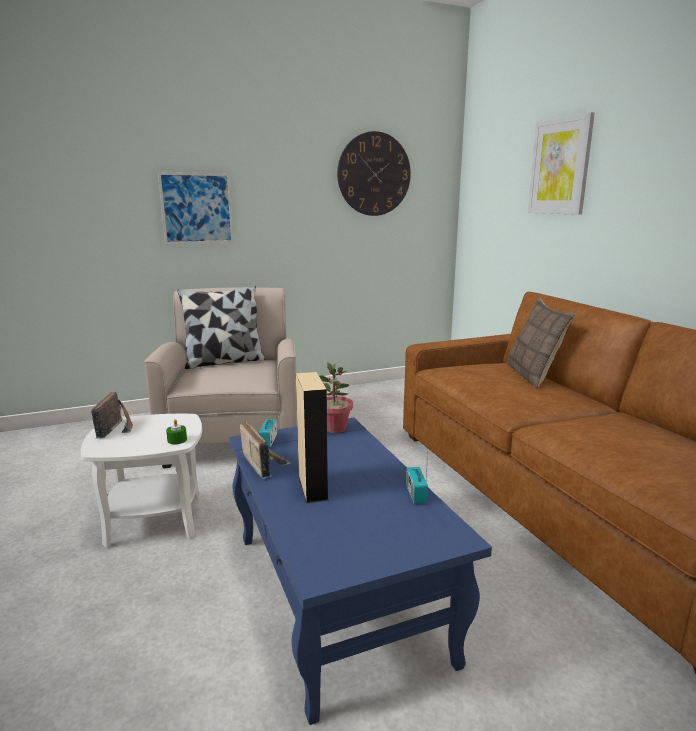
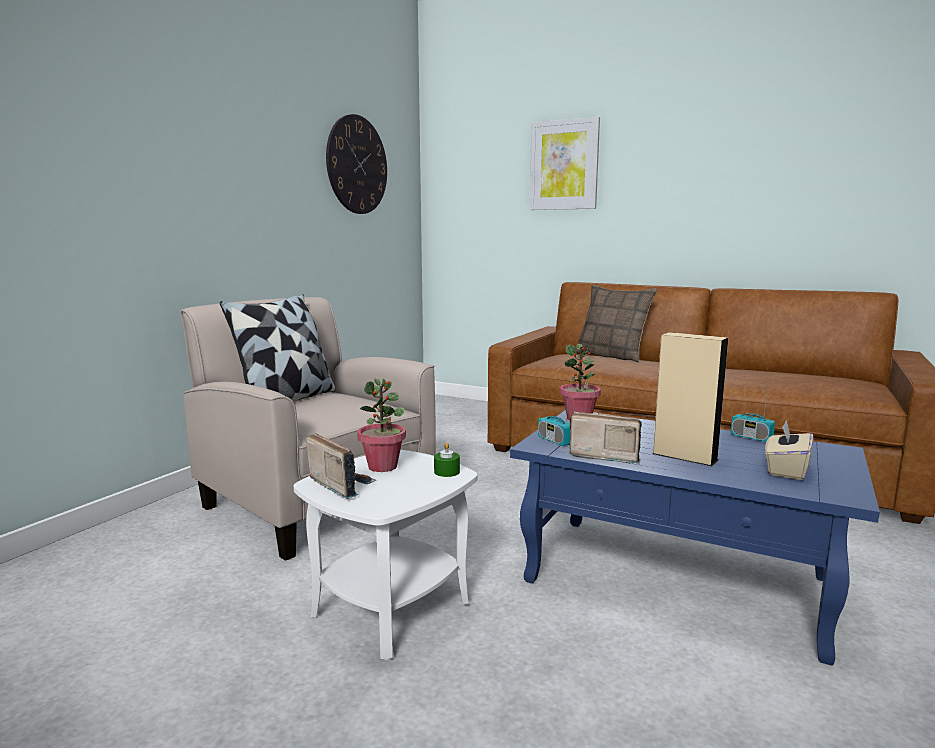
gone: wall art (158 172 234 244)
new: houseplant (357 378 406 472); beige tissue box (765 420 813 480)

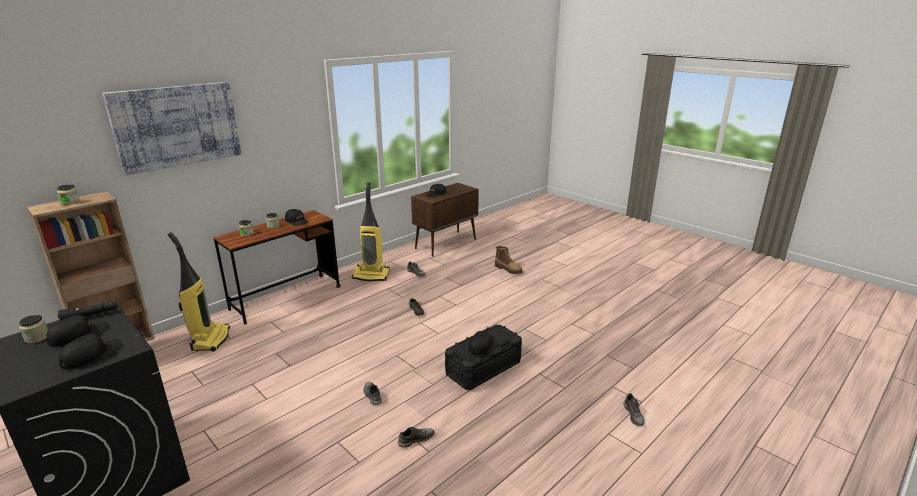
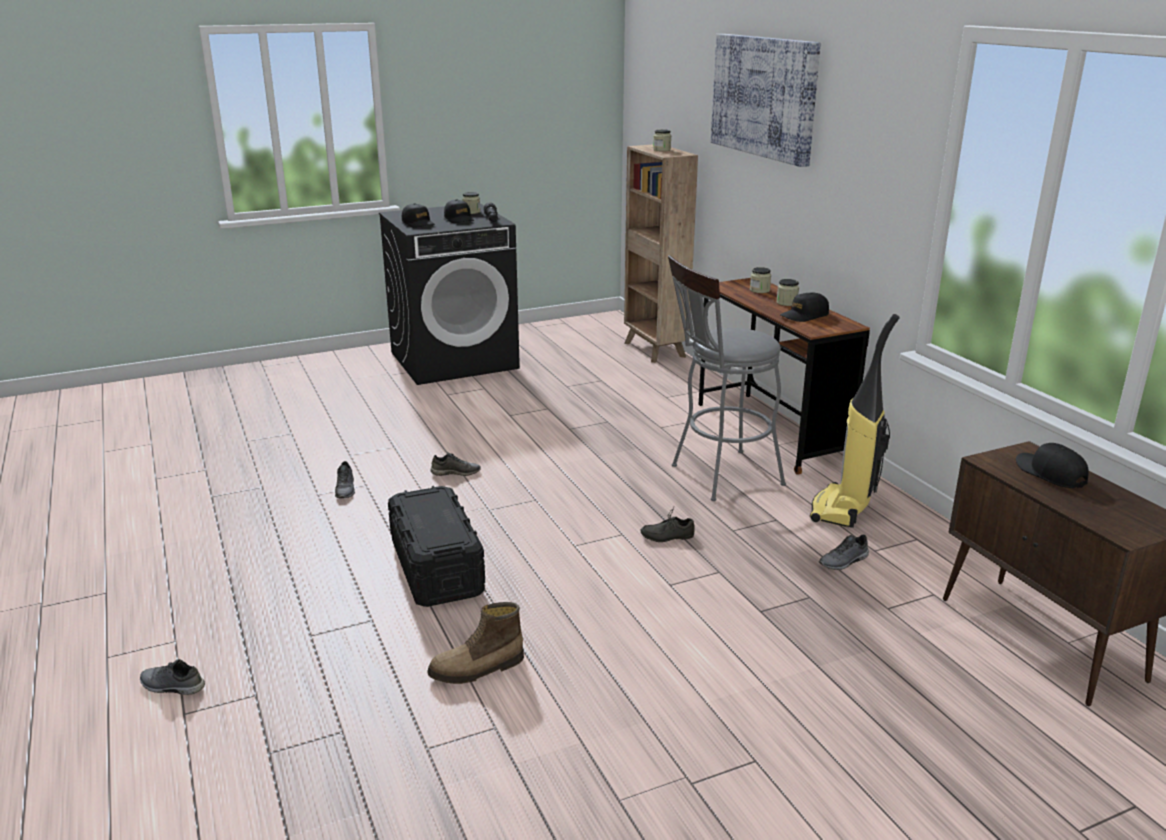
gone: vacuum (168 232 230 352); black-coloured peaked cap (468 331 494 355)
new: gray stool (668 255 786 501)
shifted: high-top boot (495 246 523 274) to (427 602 524 684)

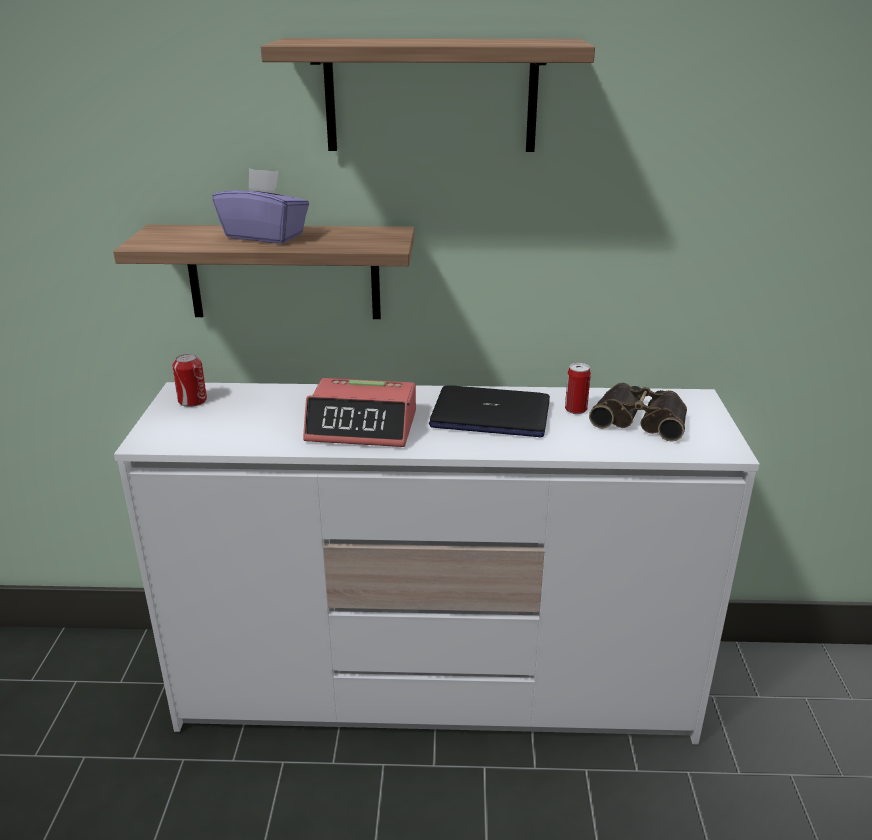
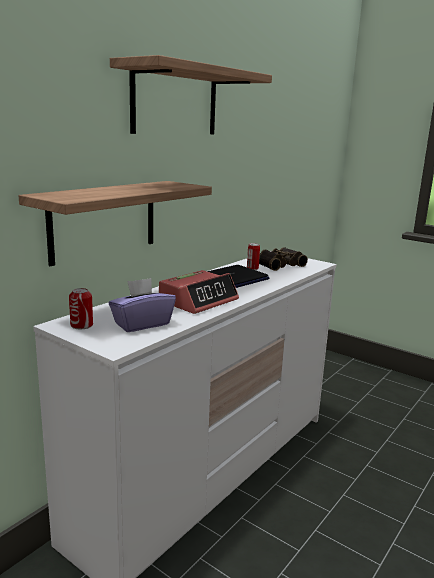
shifted: purple tissue box (212 168 309 244) to (109 278 176 332)

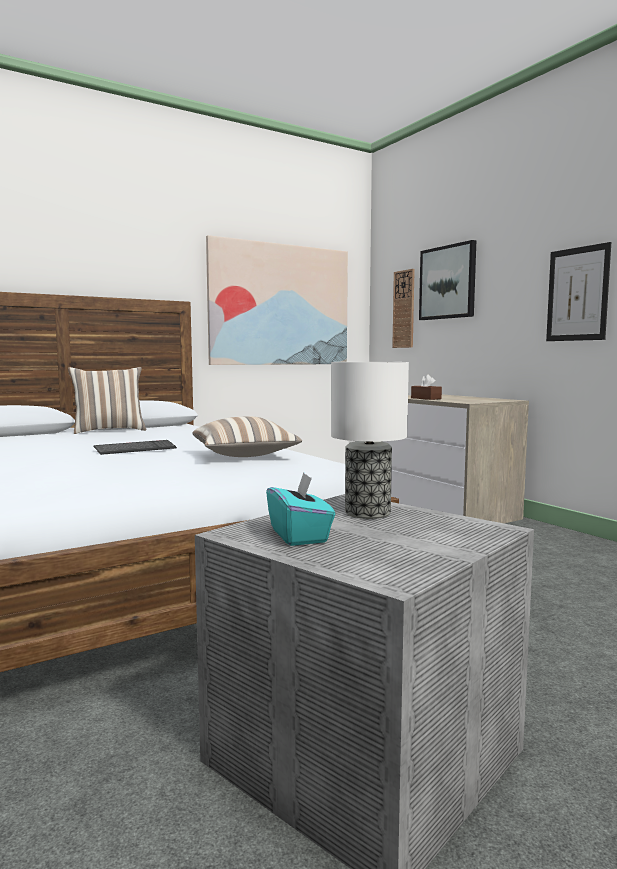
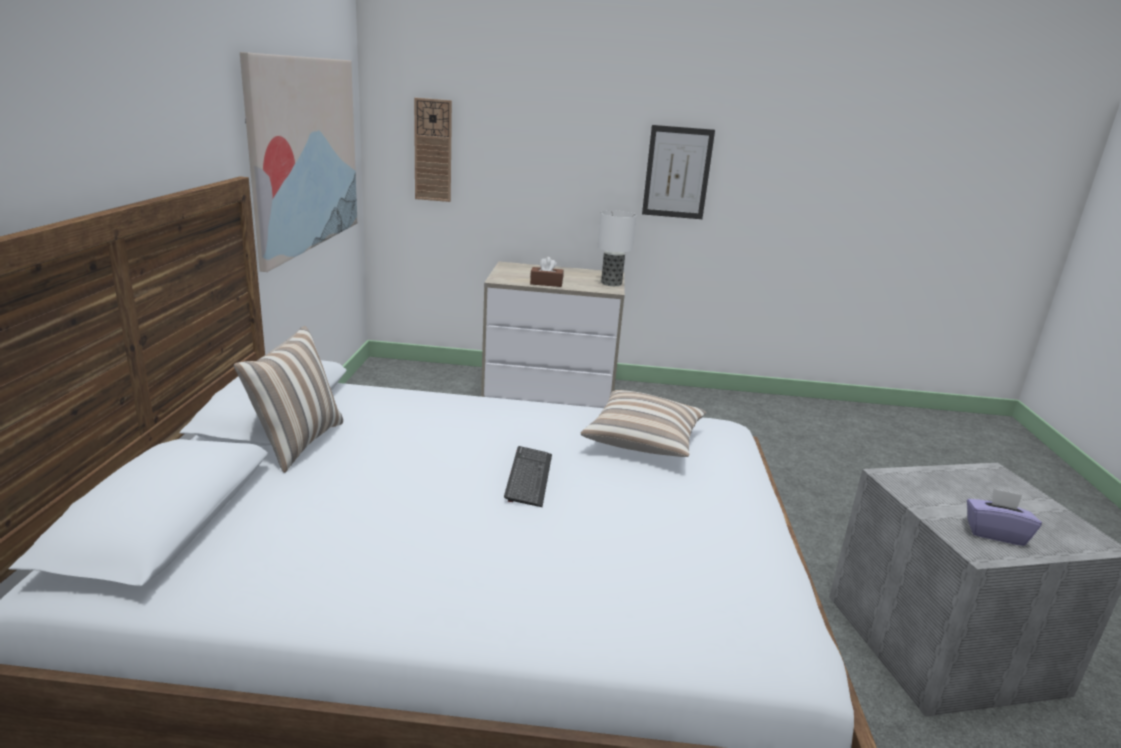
gone: wall art (419 240 476 320)
shifted: table lamp (331 362 409 519) to (598 210 636 286)
repainted: turquoise-coloured tissue box (266 473 336 546) to purple tissue box (967 488 1042 546)

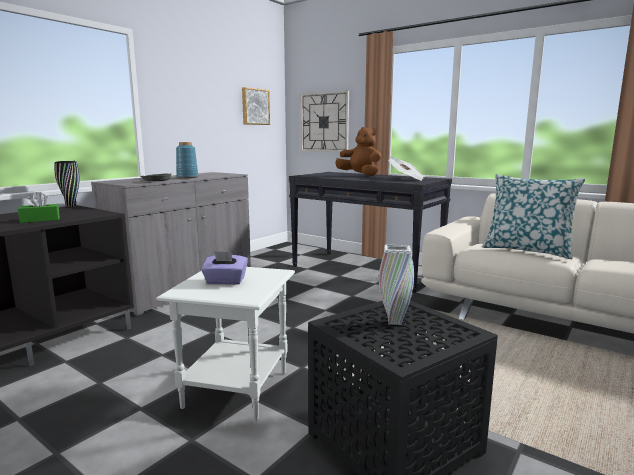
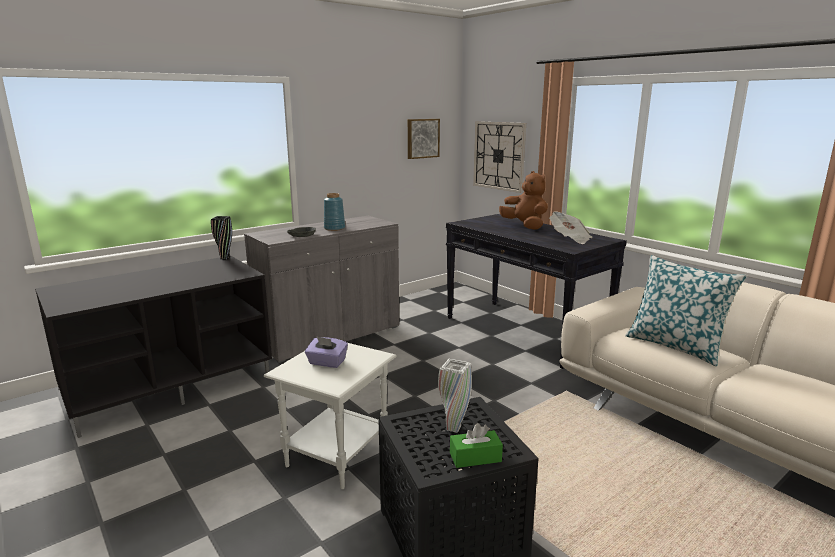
shifted: green-coloured tissue box (18 192 60 223) to (450 423 503 468)

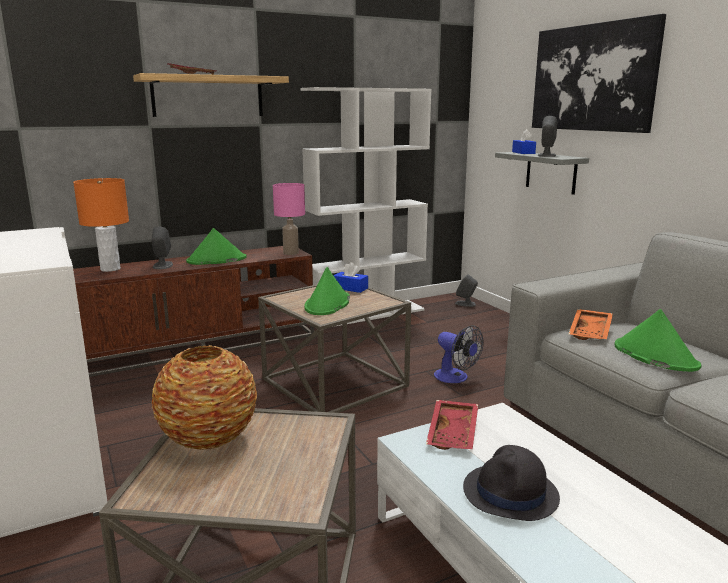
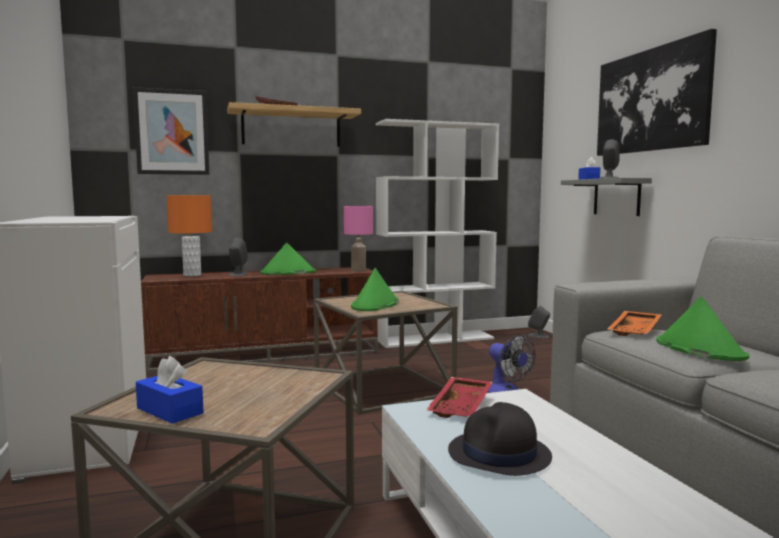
gone: vase (151 345 257 450)
new: wall art (133 87 209 175)
shifted: blue tissue box (333 262 368 293) to (136 356 204 424)

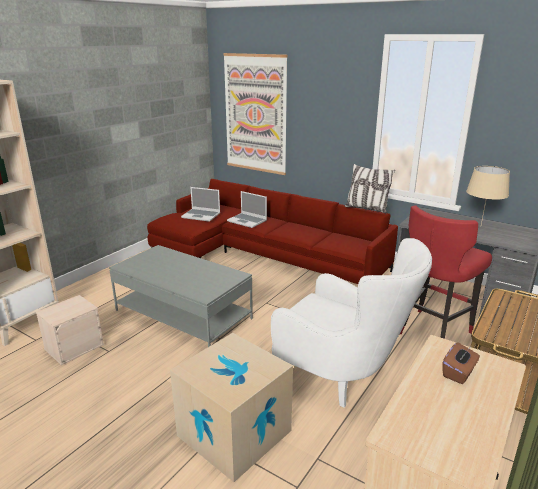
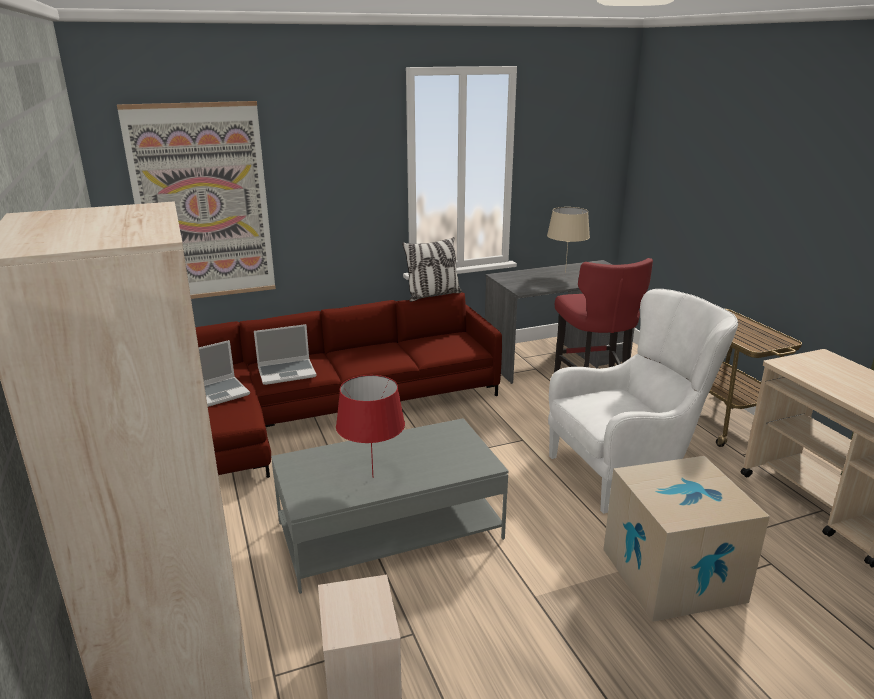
gone: brown-coloured tissue box (442 342 480 384)
new: reddish table lamp (336 375 405 477)

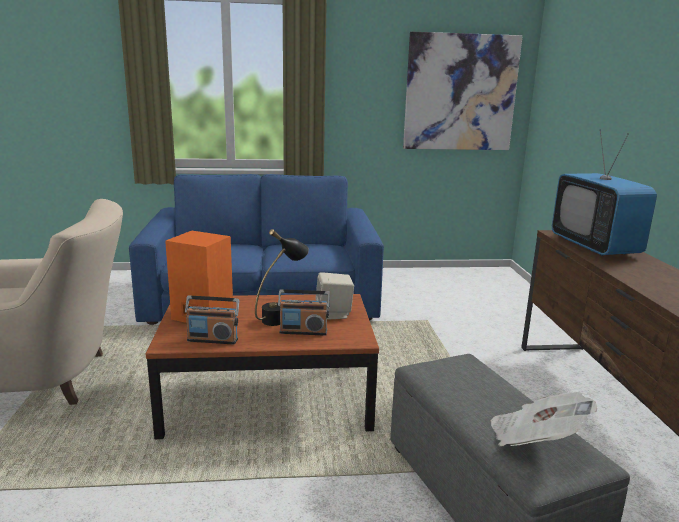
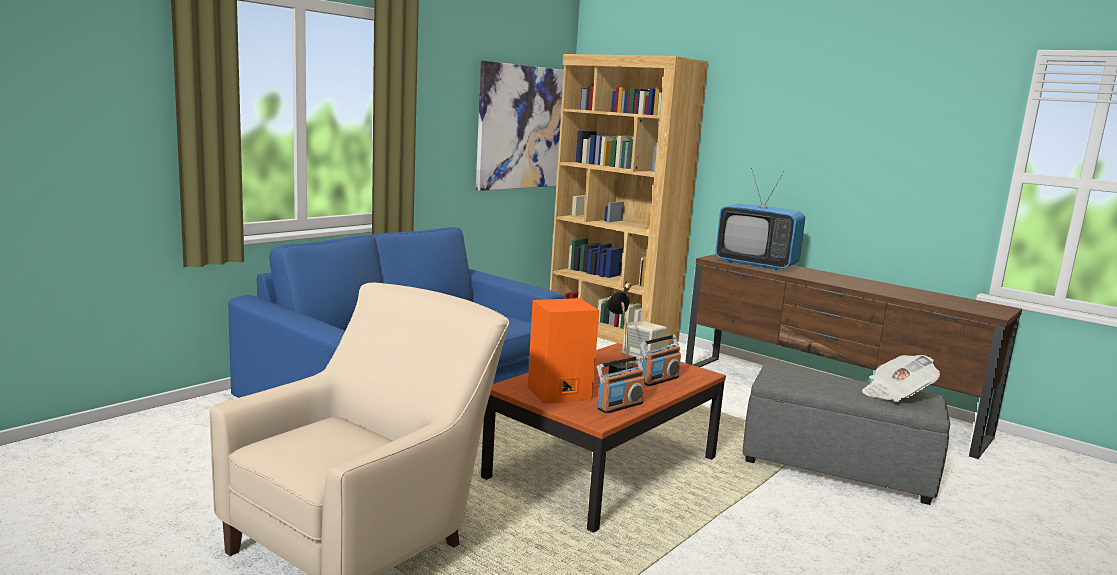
new: brown-coloured shelving unit (550 54 708 347)

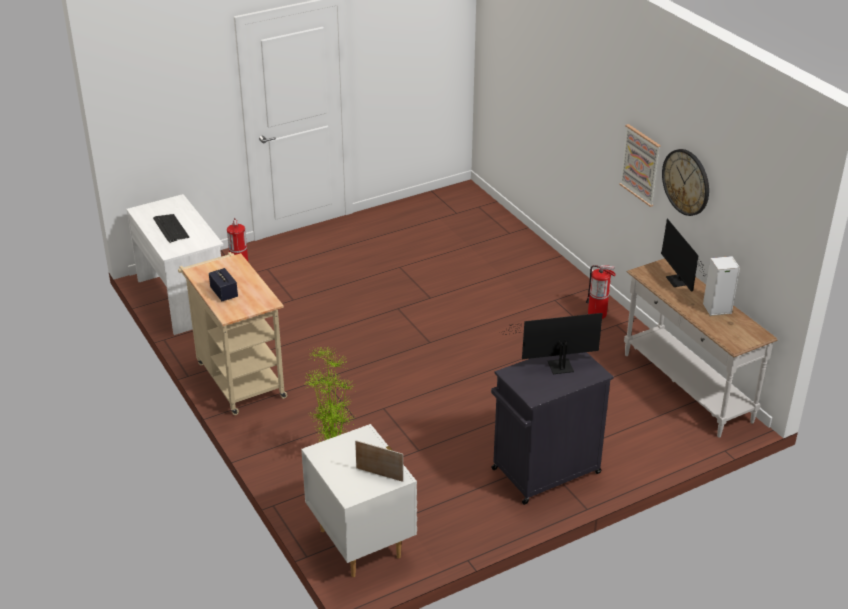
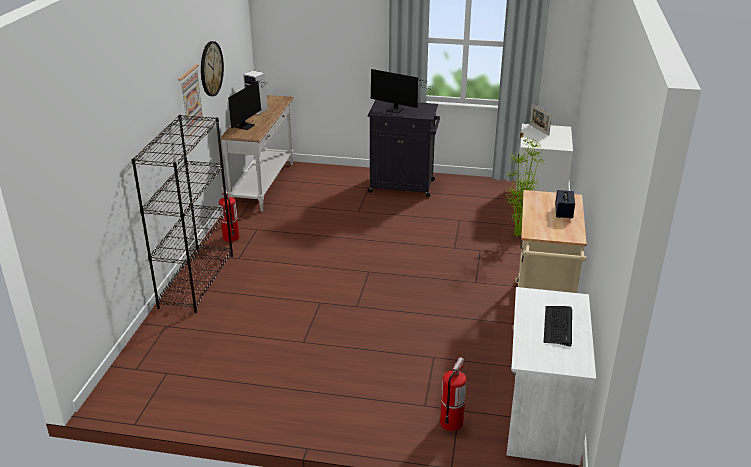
new: black-coloured shelving unit (131 115 233 313)

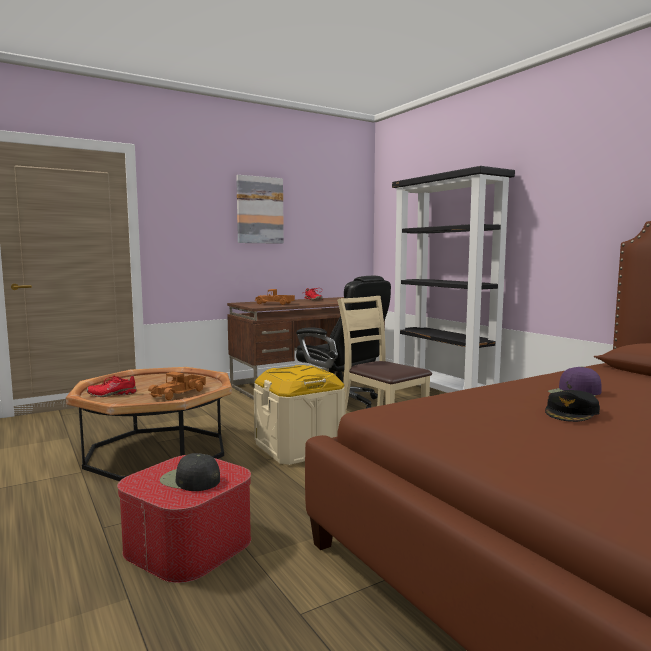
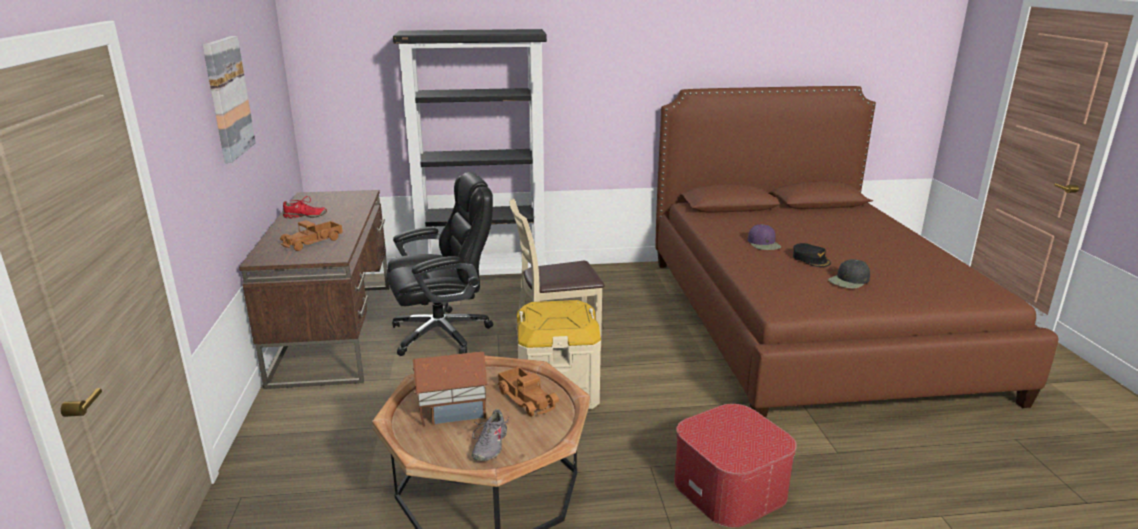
new: miniature house (412 351 488 427)
shifted: black-coloured peaked cap (160 453 220 491) to (828 259 870 289)
repainted: reddish low shoe (87 375 137 397) to gray low shoe (472 409 510 461)

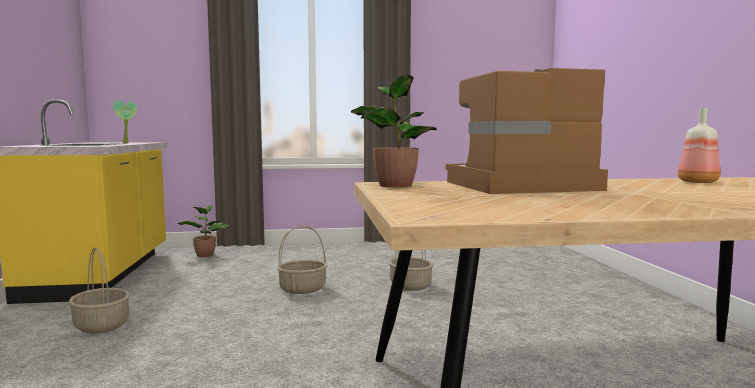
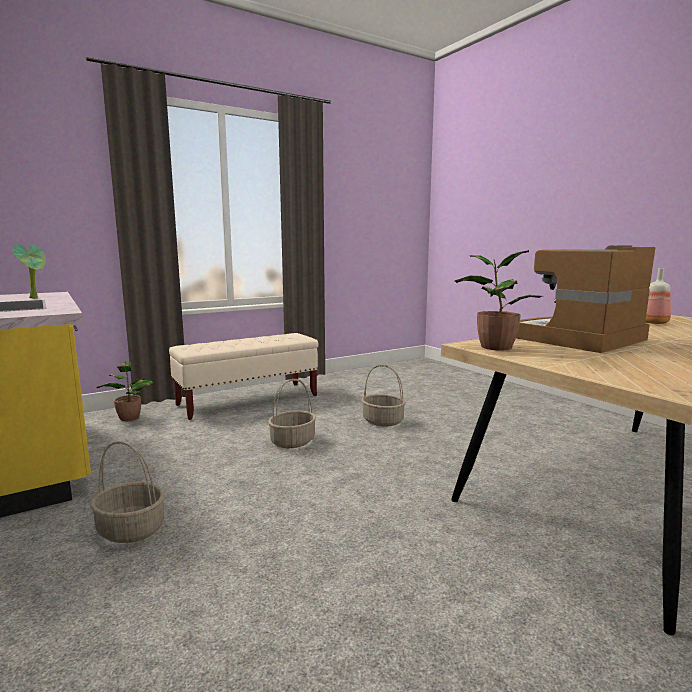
new: beige bench (169 333 318 420)

